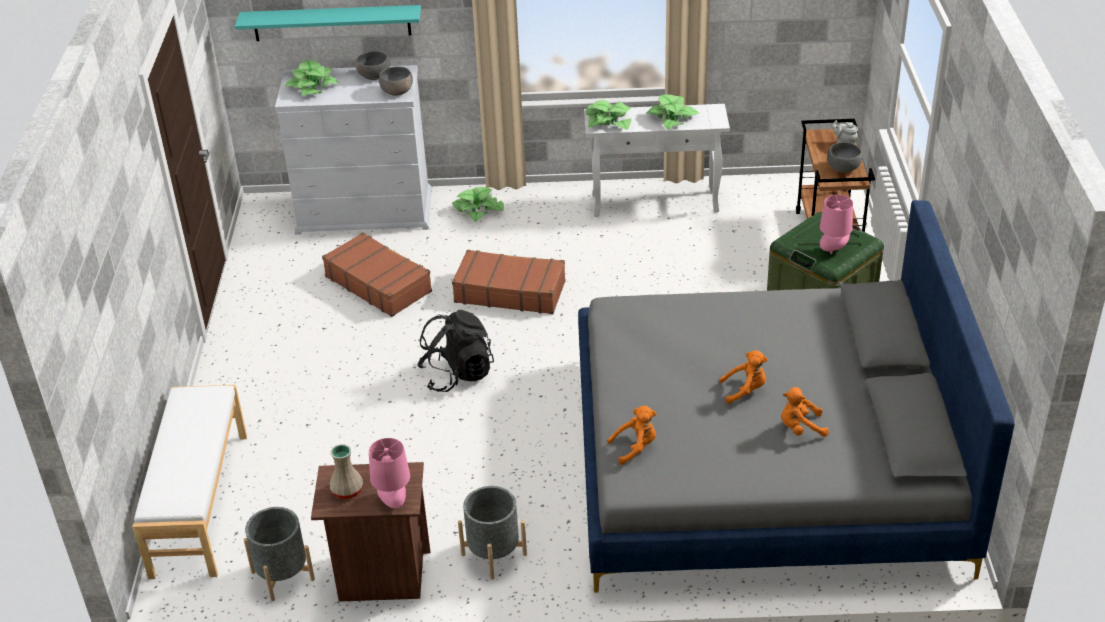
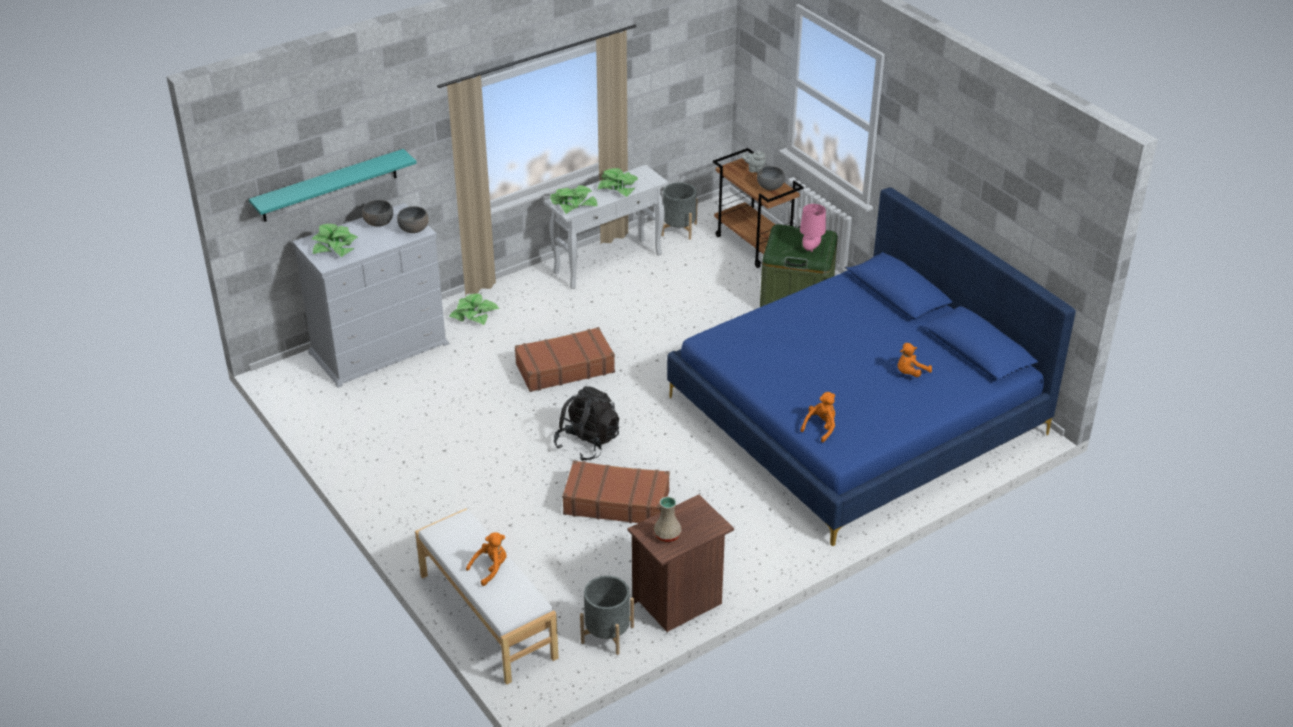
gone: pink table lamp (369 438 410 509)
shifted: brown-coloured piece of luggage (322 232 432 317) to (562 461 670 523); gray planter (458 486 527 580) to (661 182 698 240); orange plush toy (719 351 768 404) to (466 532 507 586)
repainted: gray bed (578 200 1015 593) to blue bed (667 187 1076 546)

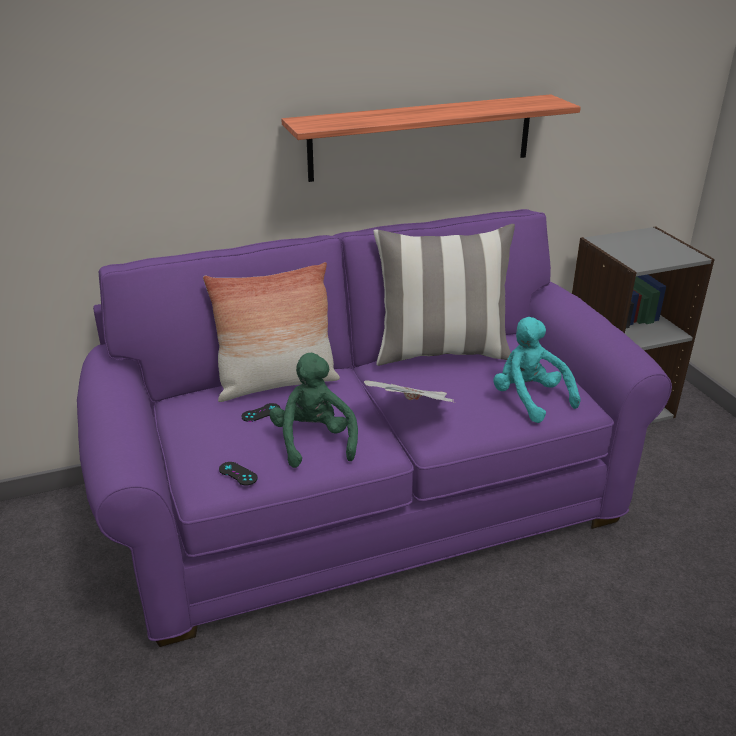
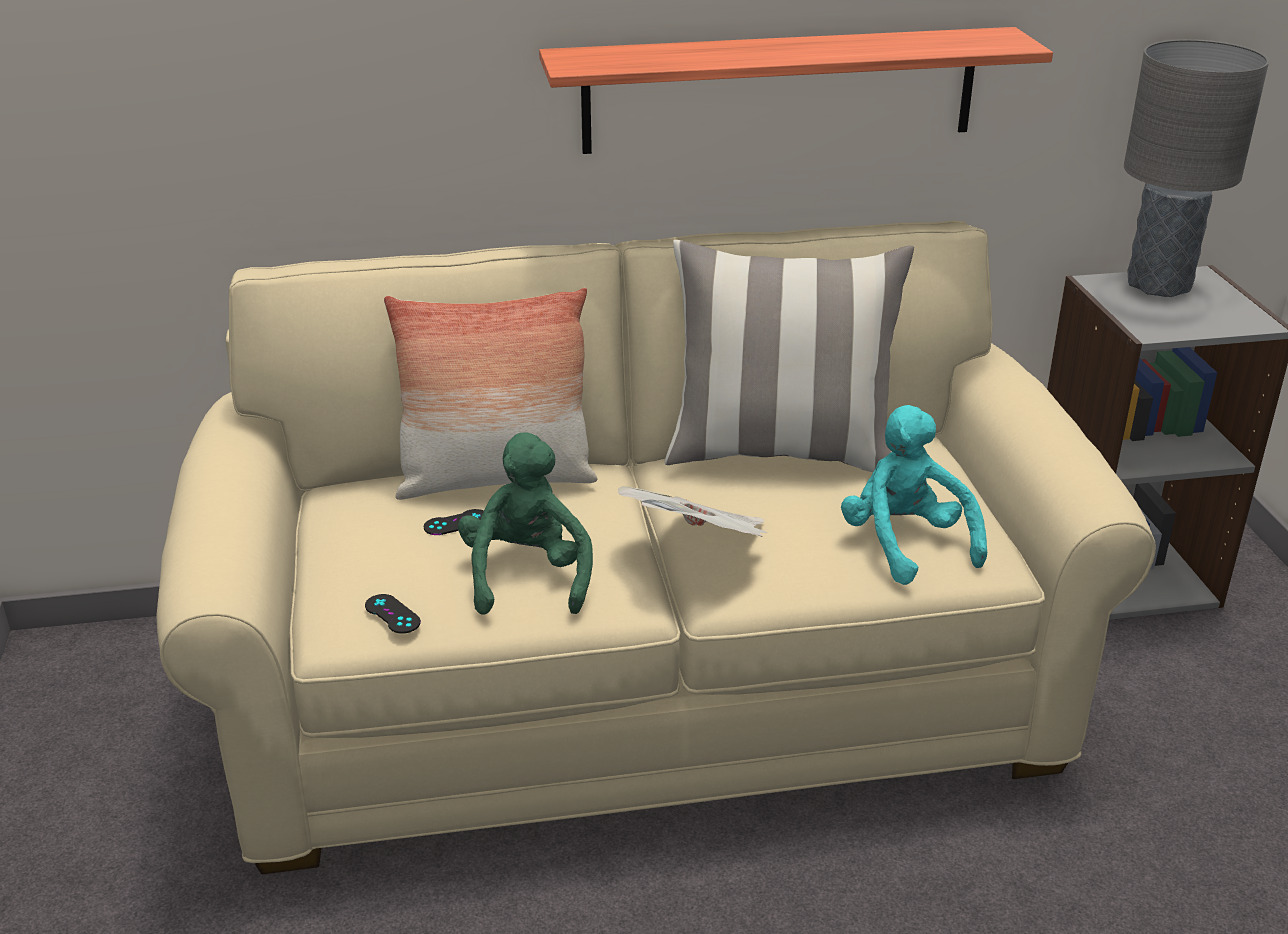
new: gray table lamp (1124 39 1269 297)
repainted: purple settee (77 209 672 647) to beige settee (156 221 1156 874)

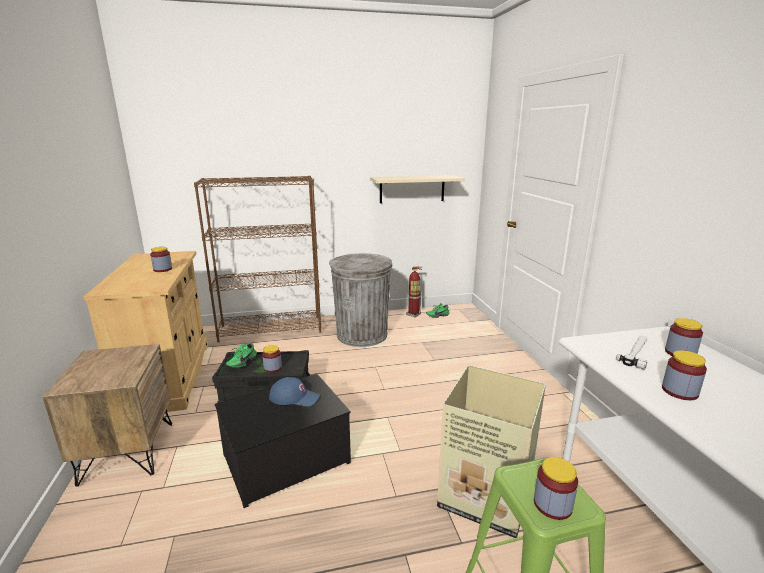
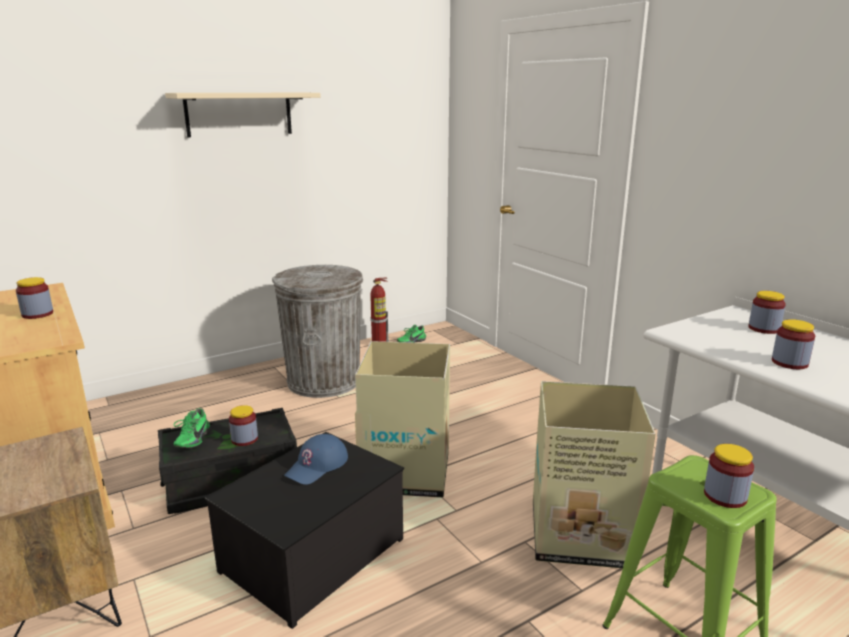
gone: brown-coloured shelving unit (194 176 321 342); tool hammer (616 336 648 370)
new: carton (355 341 450 498)
shifted: beige wall shelf (370 175 465 203) to (165 93 321 137)
rotated: blue peaked cap (269 377 320 407) = (284 434 348 485) 135 degrees clockwise

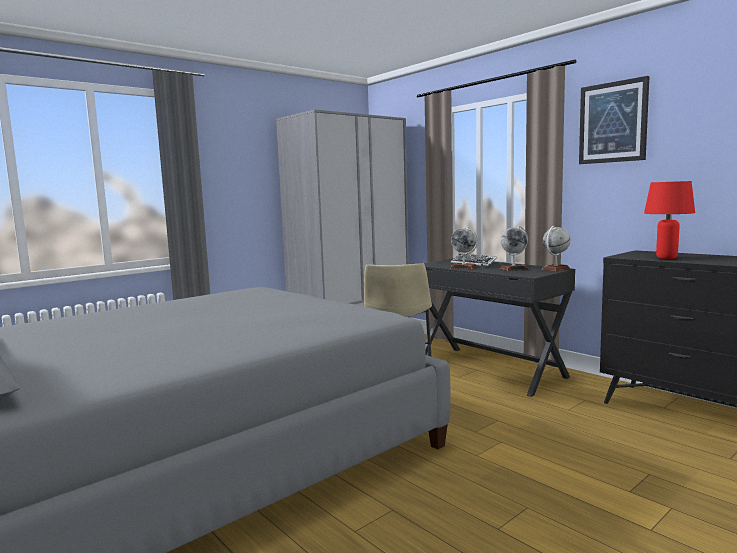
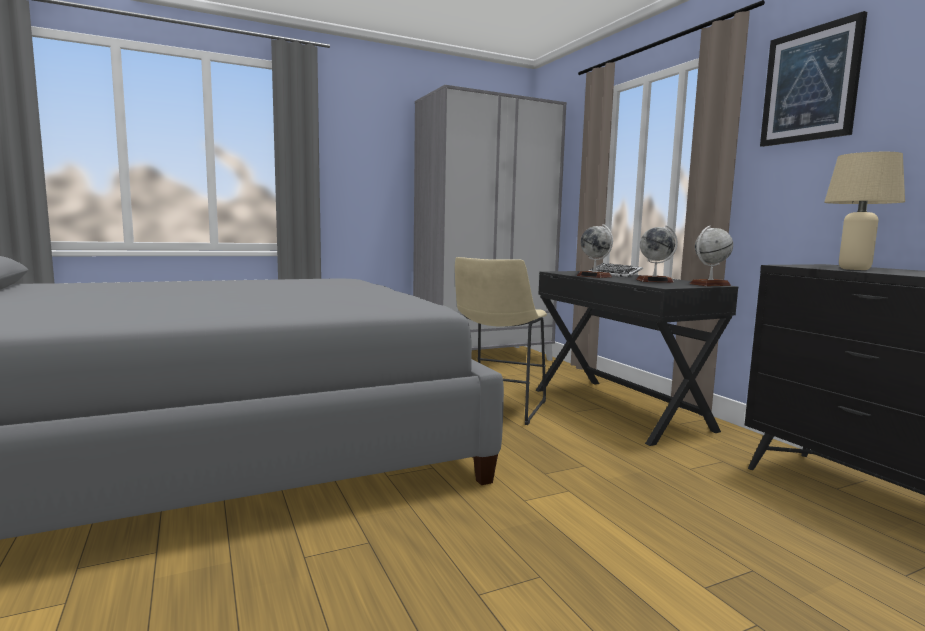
repainted: reddish table lamp (644 181 695 259) to beige table lamp (824 152 905 270)

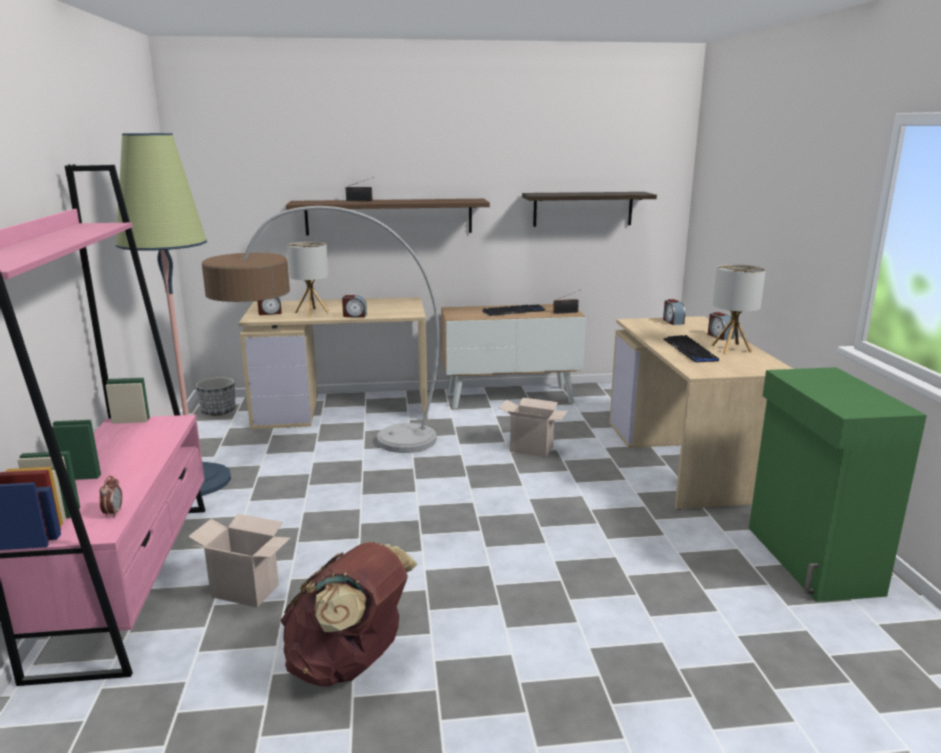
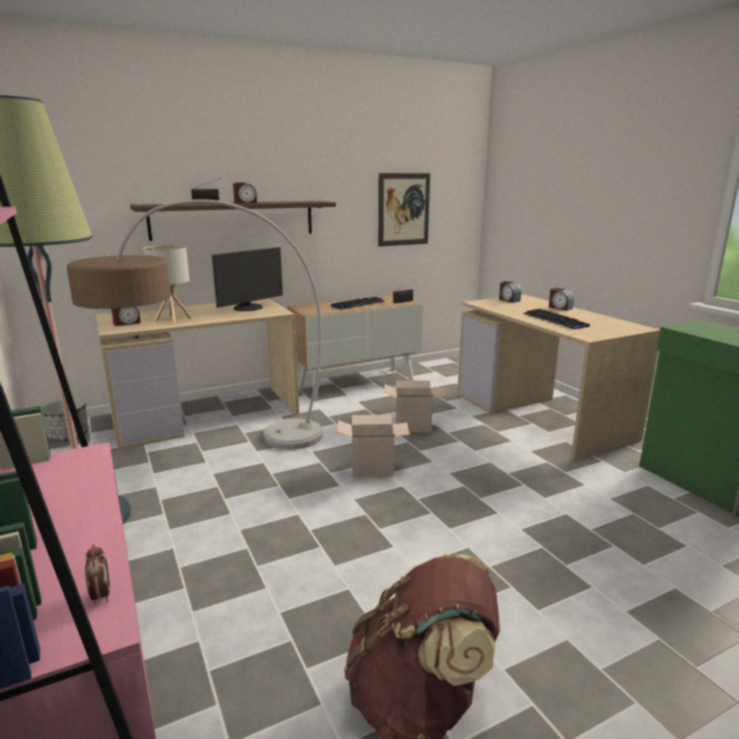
gone: table lamp (711 264 766 354)
new: monitor (212 247 283 311)
shifted: carton (188 514 290 608) to (337 415 410 477); alarm clock (342 295 367 317) to (233 182 257 203)
swapped: wall shelf (522 192 657 227) to wall art (378 173 430 247)

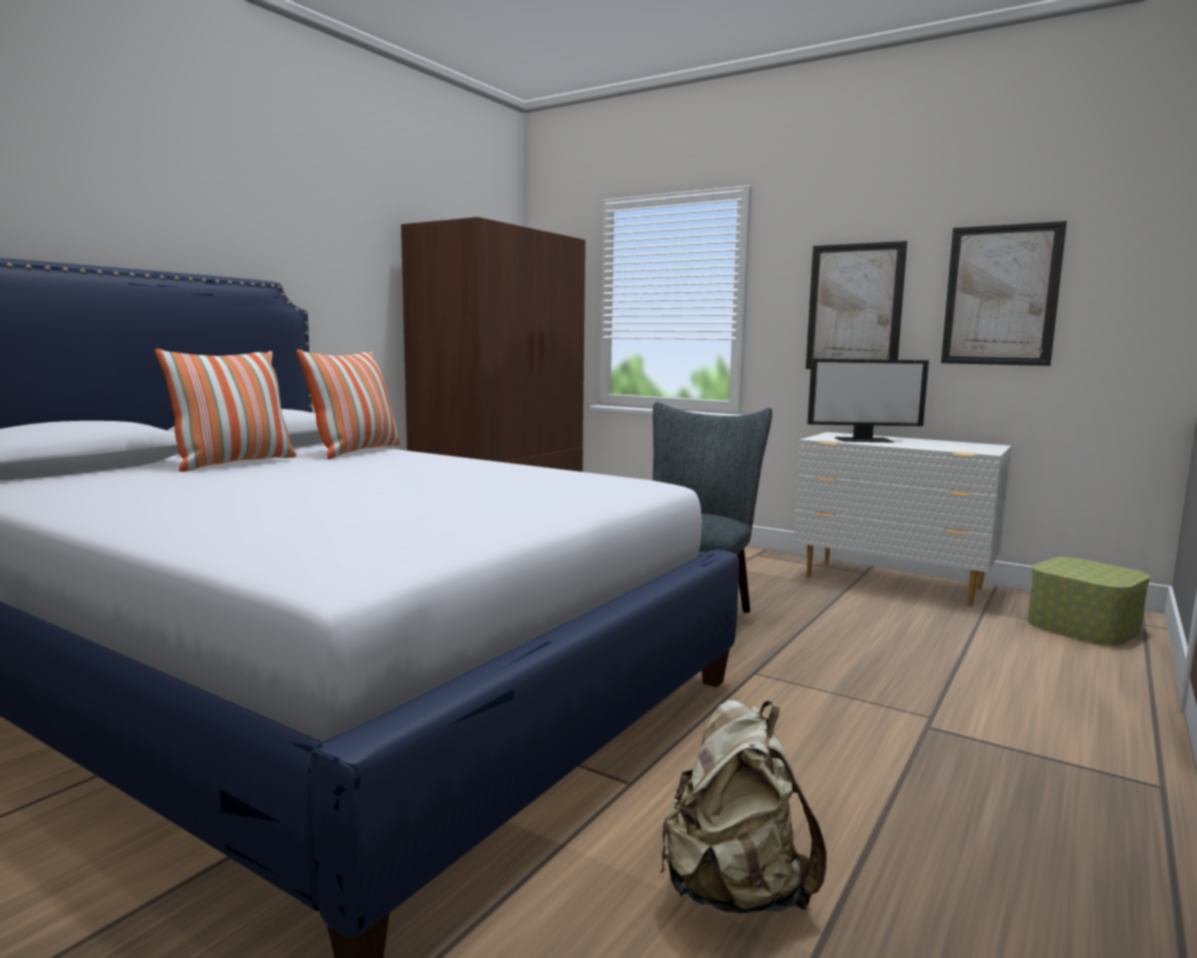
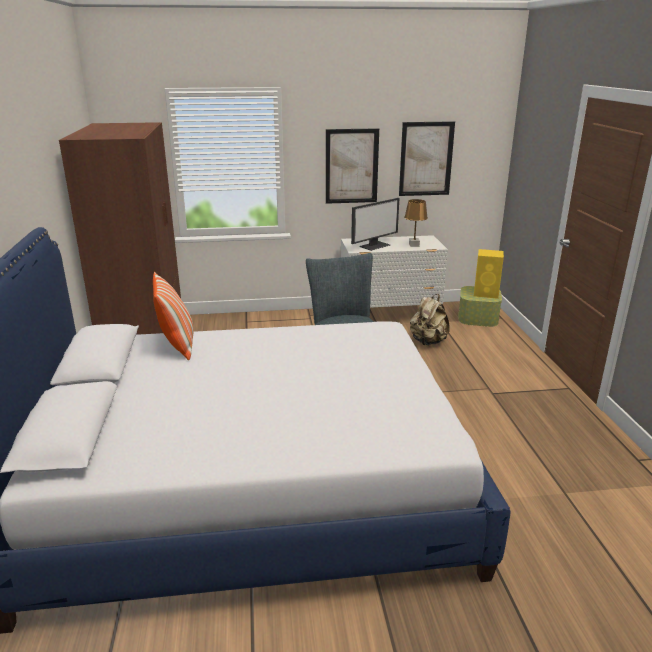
gone: throw pillow (155 349 297 472)
new: brown-coloured table lamp (404 199 428 247); yellowish loudspeaker (474 249 504 299)
shifted: beige rucksack (660 700 827 913) to (410 294 450 345)

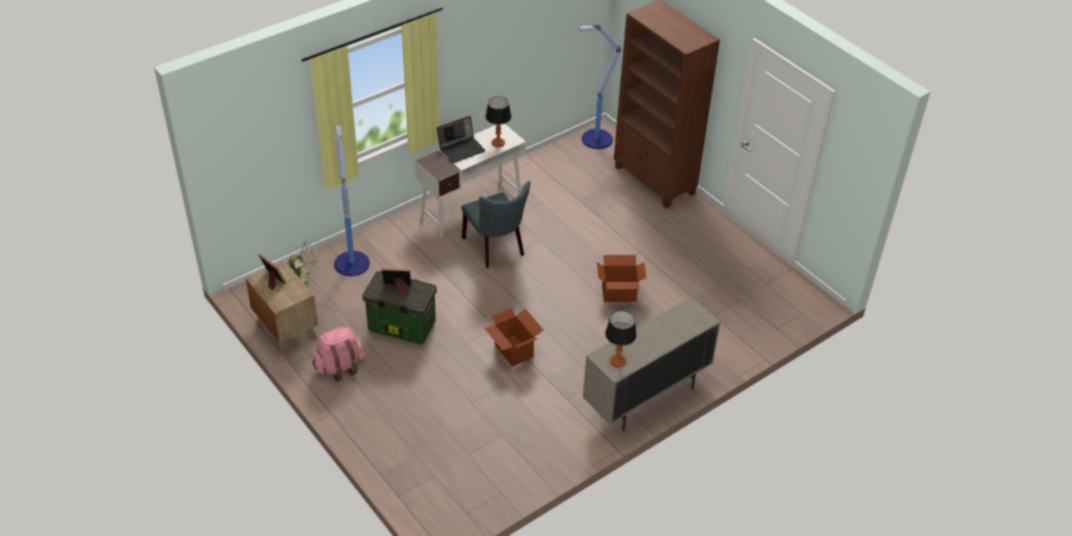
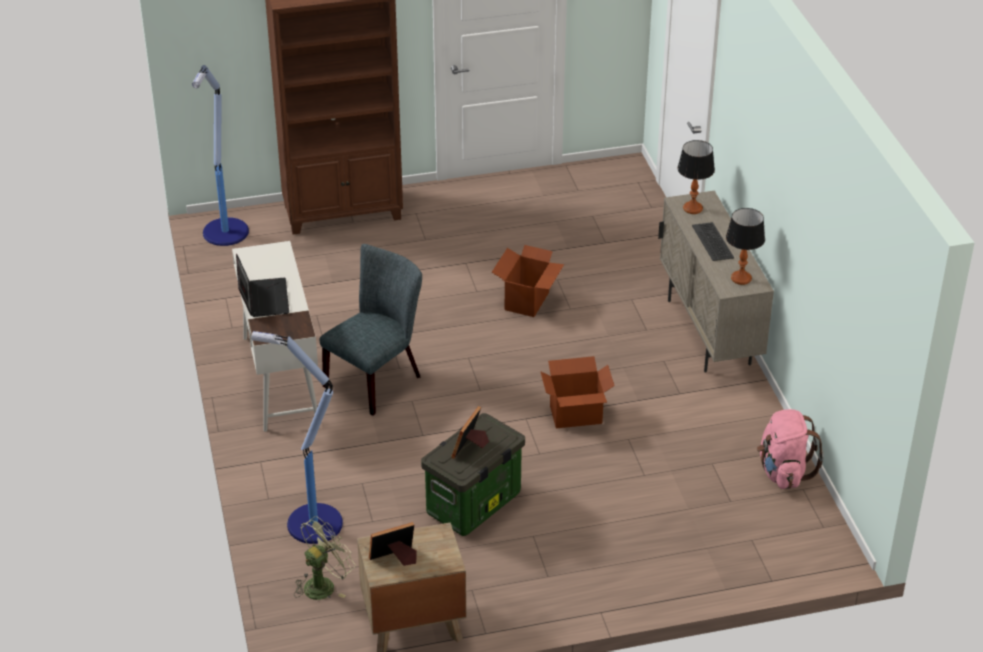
new: PC keyboard (692 222 734 261)
shifted: pink rucksack (312 327 365 381) to (757 409 824 489); table lamp (485 97 511 147) to (677 140 715 214)
rotated: gray chair (462 181 530 268) = (320 244 422 416) 45 degrees counterclockwise

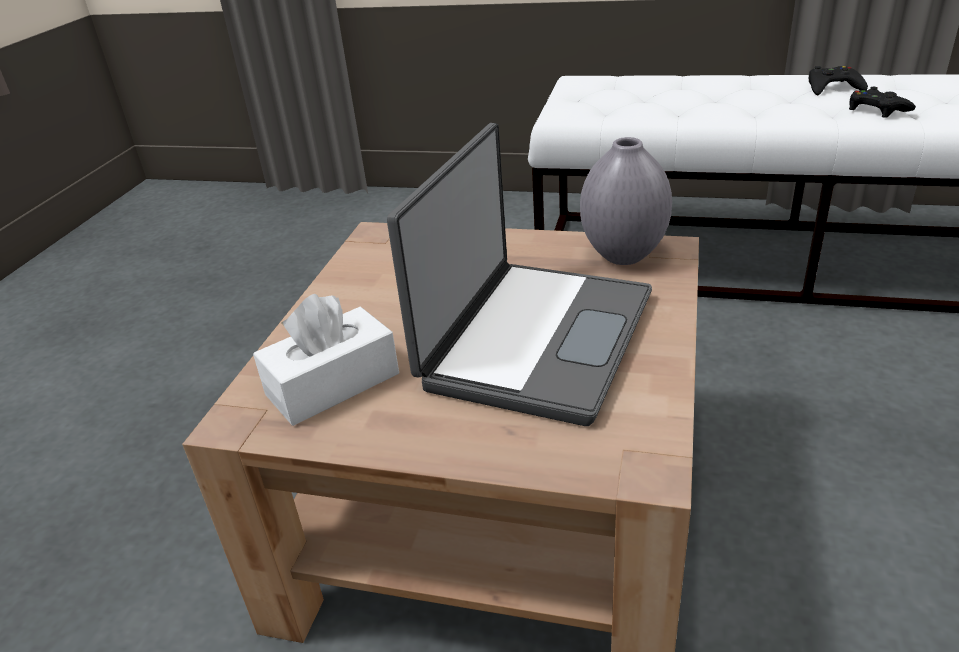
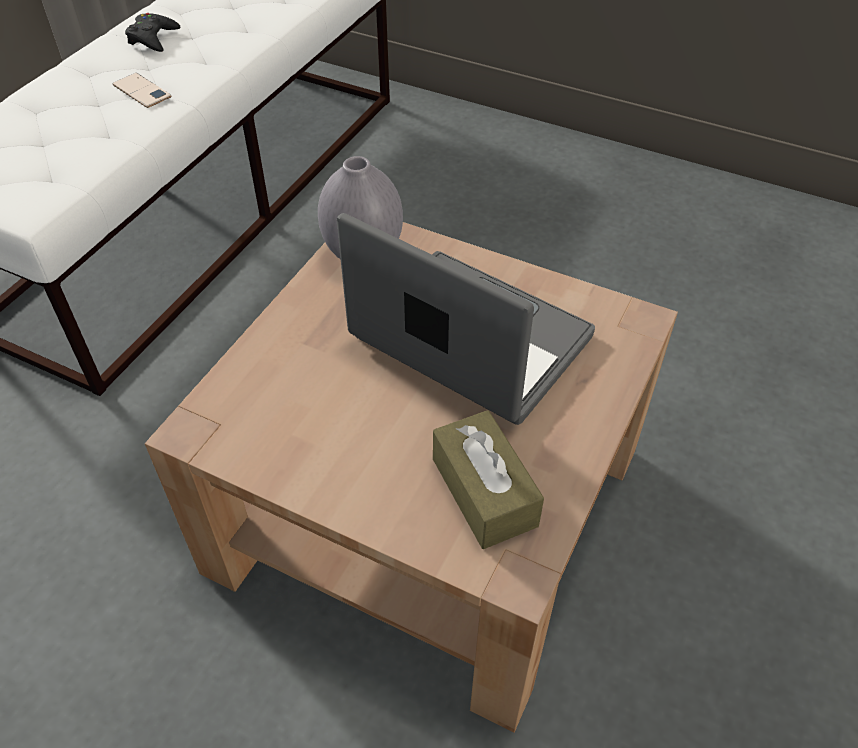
gone: black-coloured joypad (849 87 916 118)
new: phone (112 73 172 108)
repainted: whitish tissue box (253 294 399 426) to brown-coloured tissue box (433 410 544 549)

